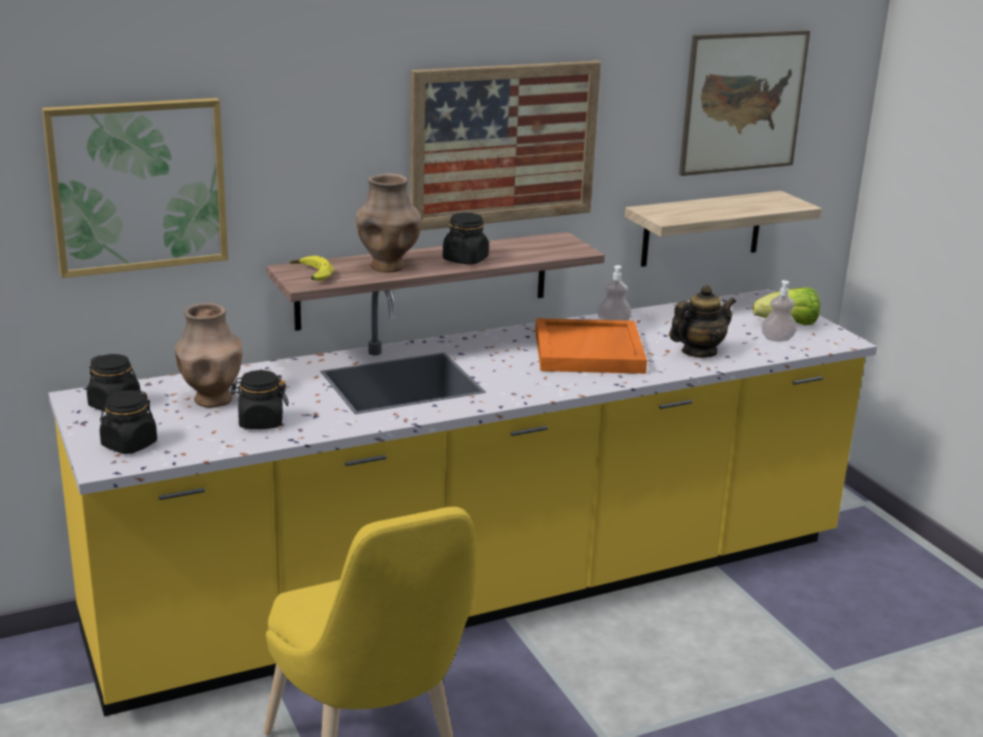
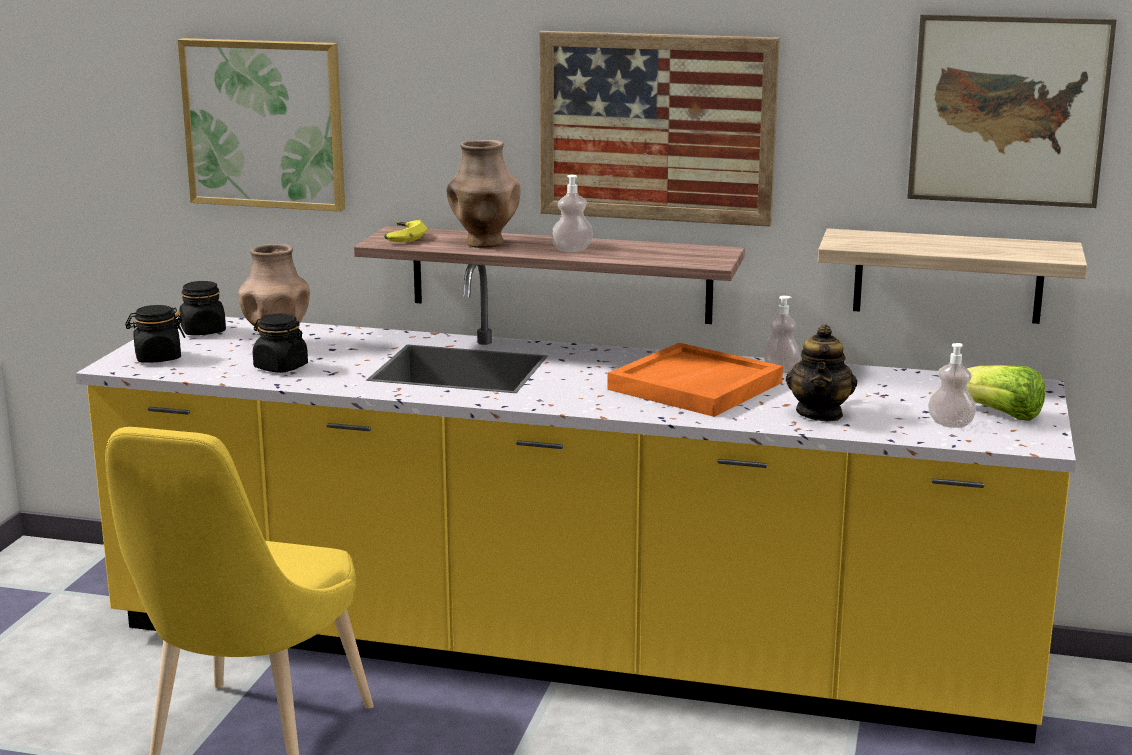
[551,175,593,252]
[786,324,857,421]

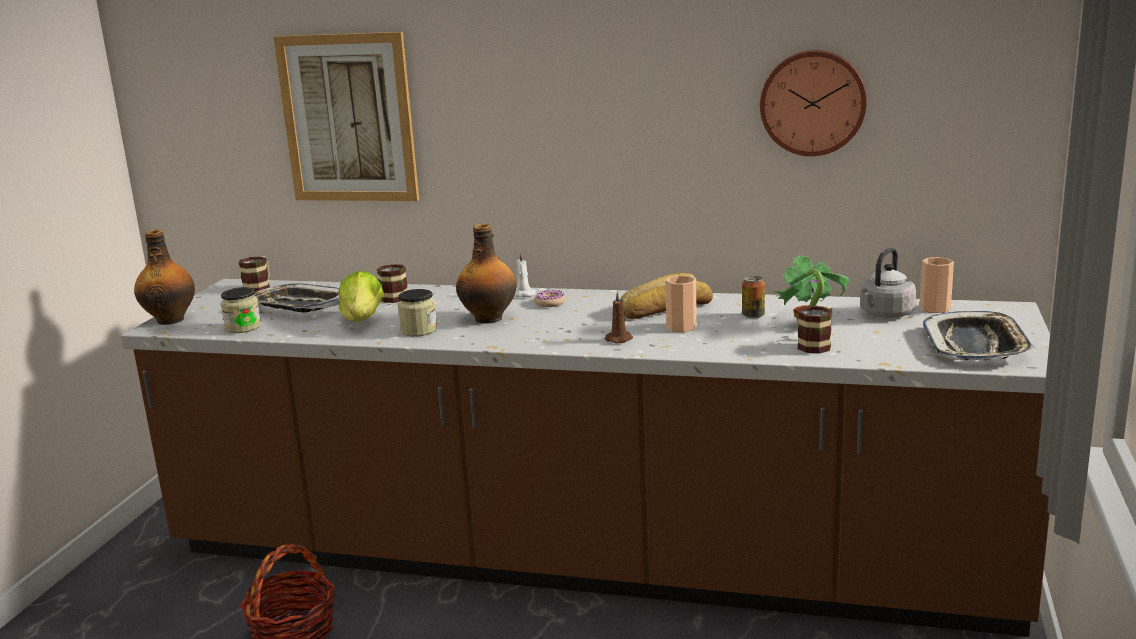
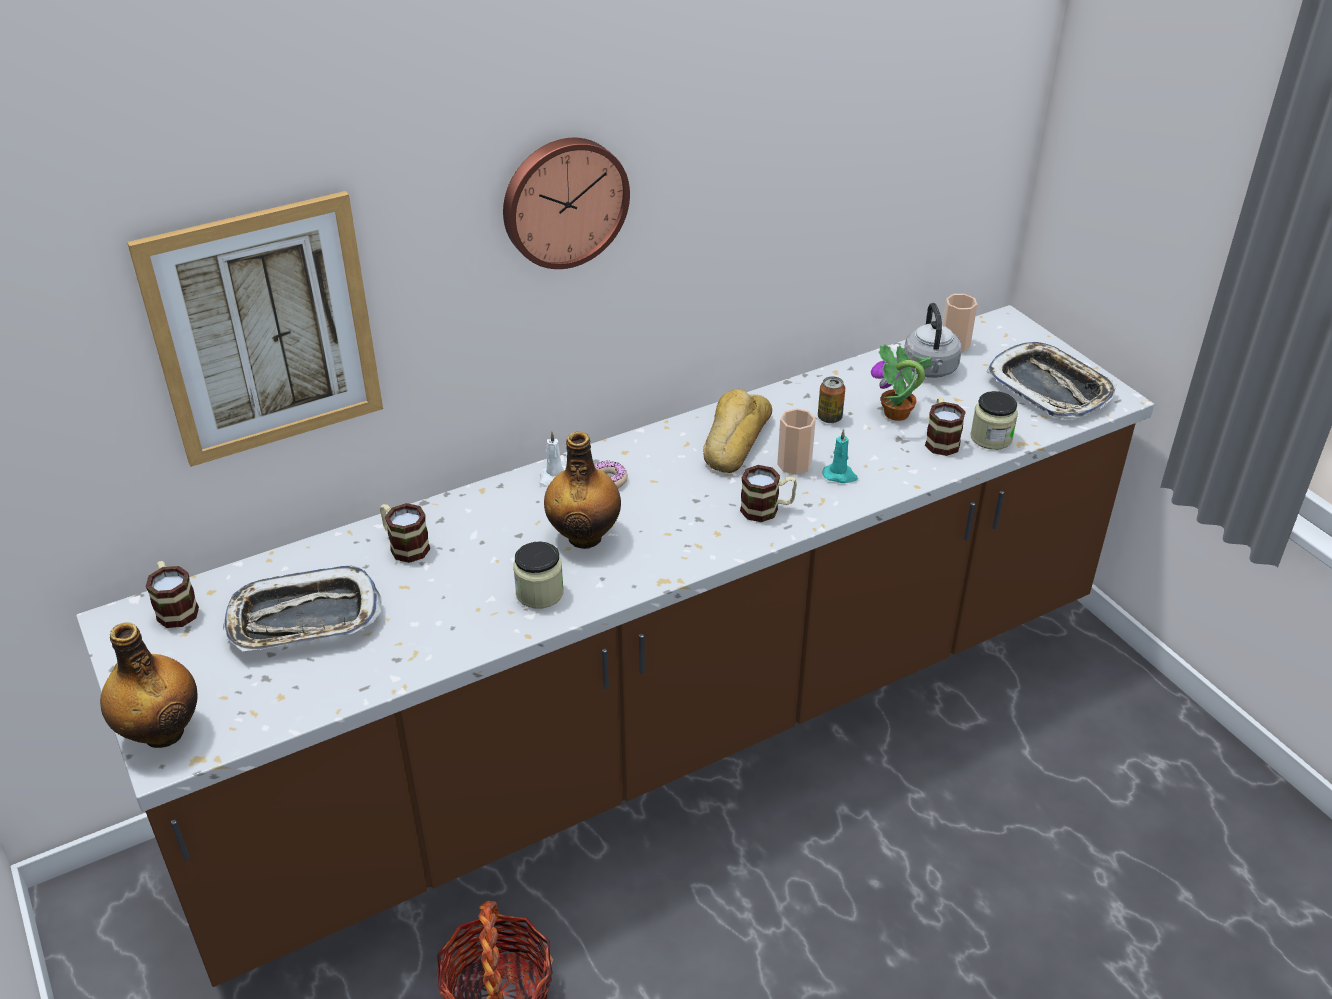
[970,391,1018,450]
[339,271,384,322] (first image)
[740,465,797,522]
[503,138,630,269]
[823,429,858,483]

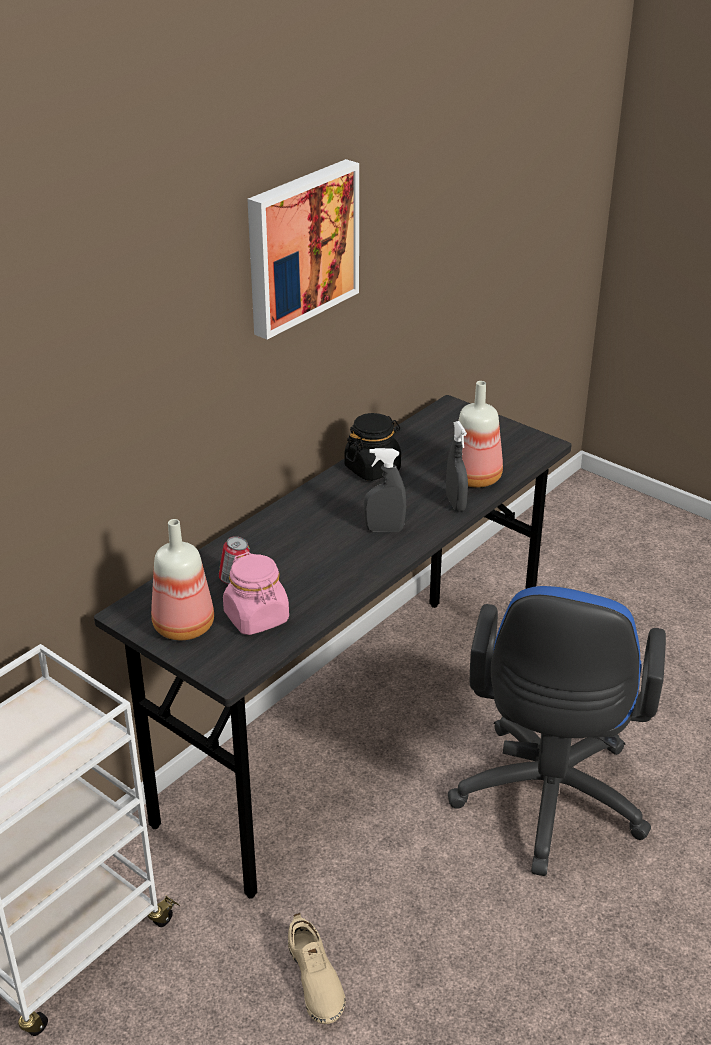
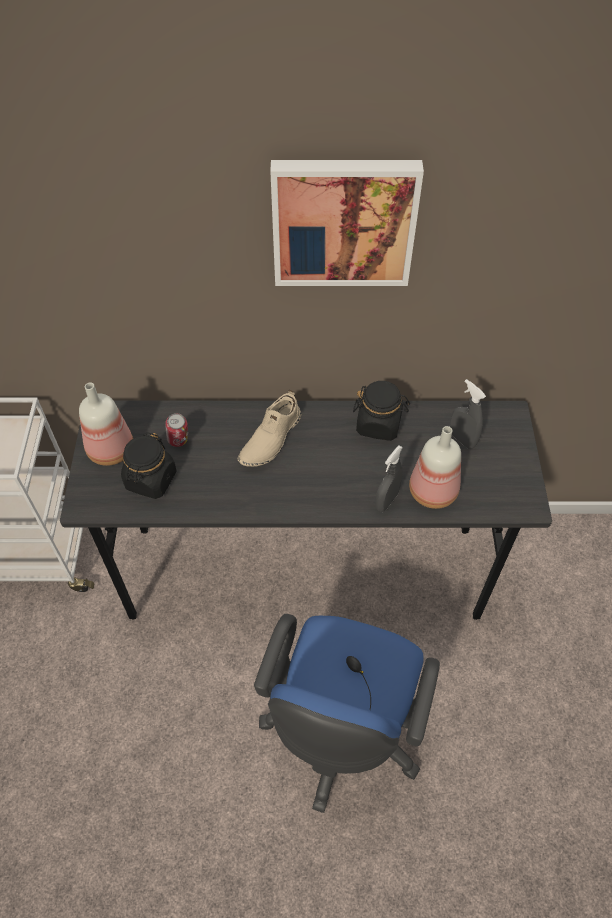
[121,432,177,499]
[238,390,301,467]
[450,379,486,449]
[254,614,440,813]

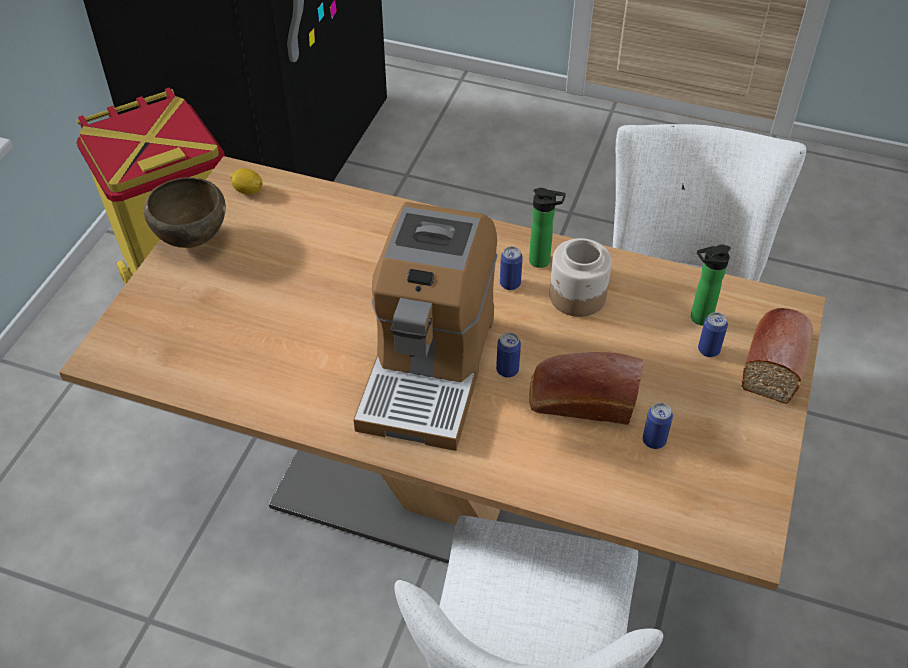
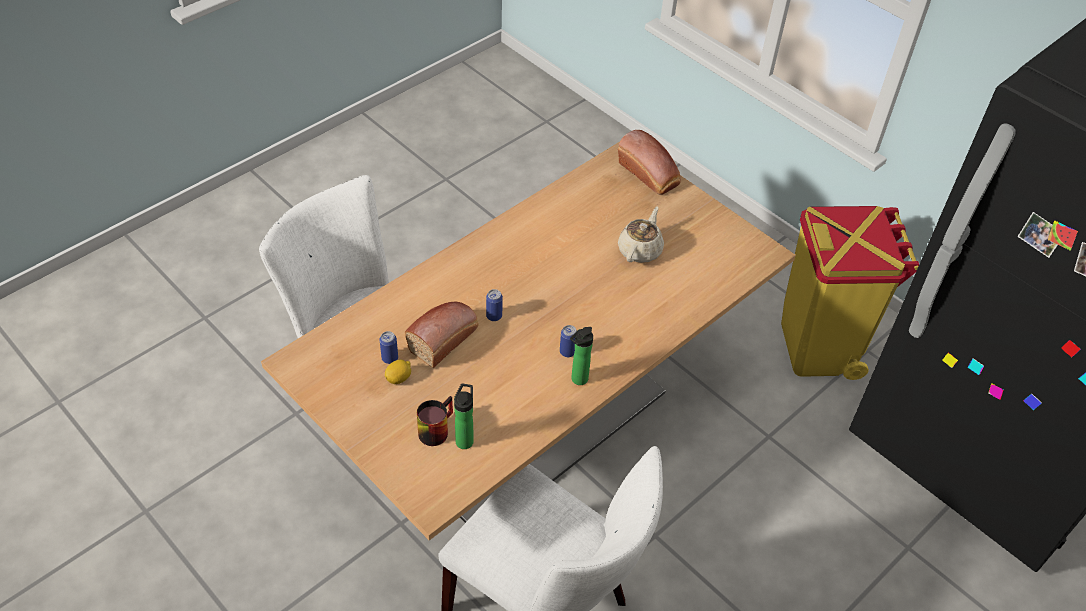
[144,177,226,248] (first image)
[385,360,411,384]
[353,202,497,451] (first image)
[549,238,612,317] (first image)
[417,396,453,446]
[618,130,681,195]
[618,206,664,263]

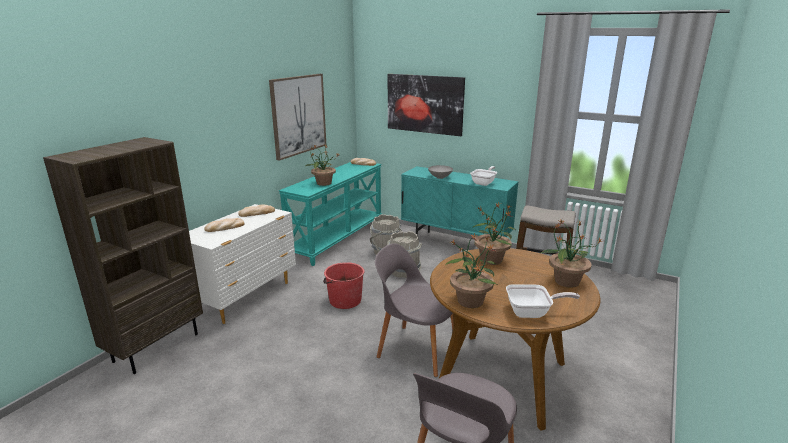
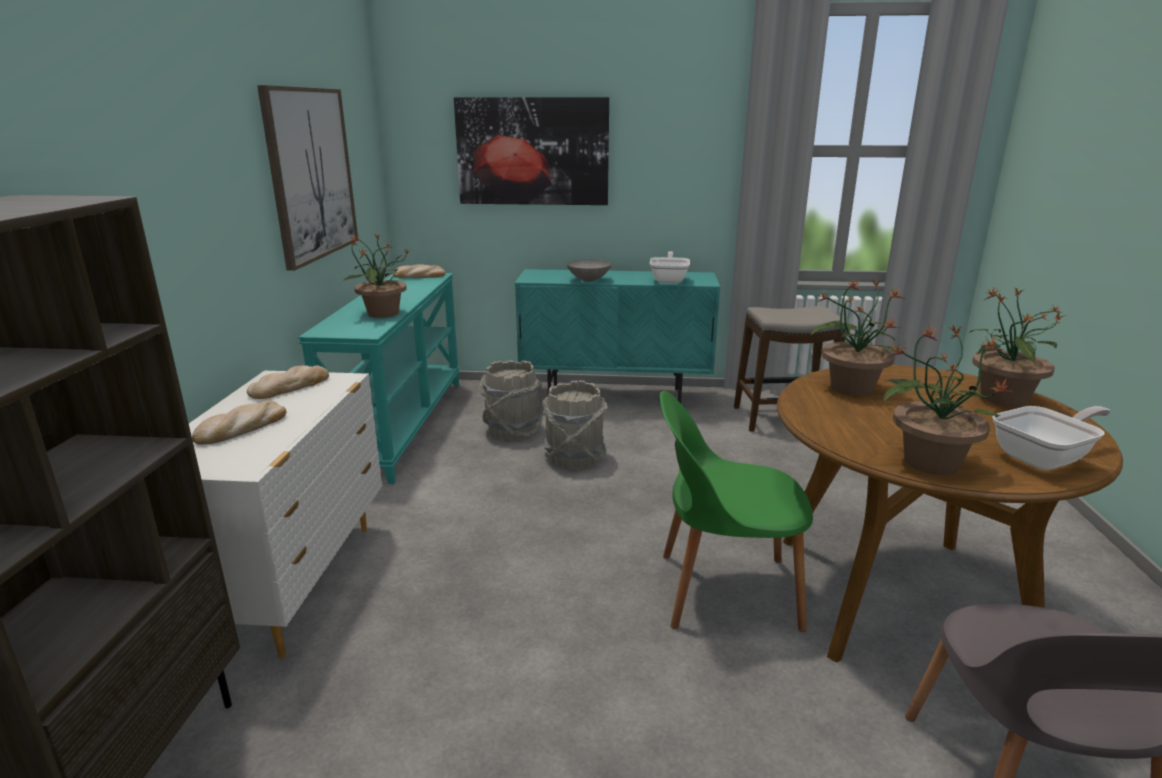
[323,262,364,309] (first image)
[660,391,813,632]

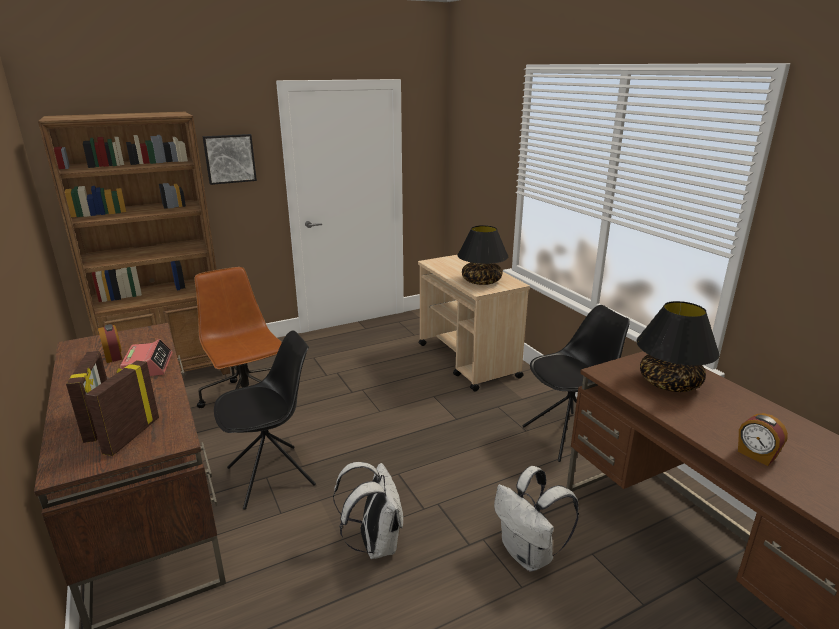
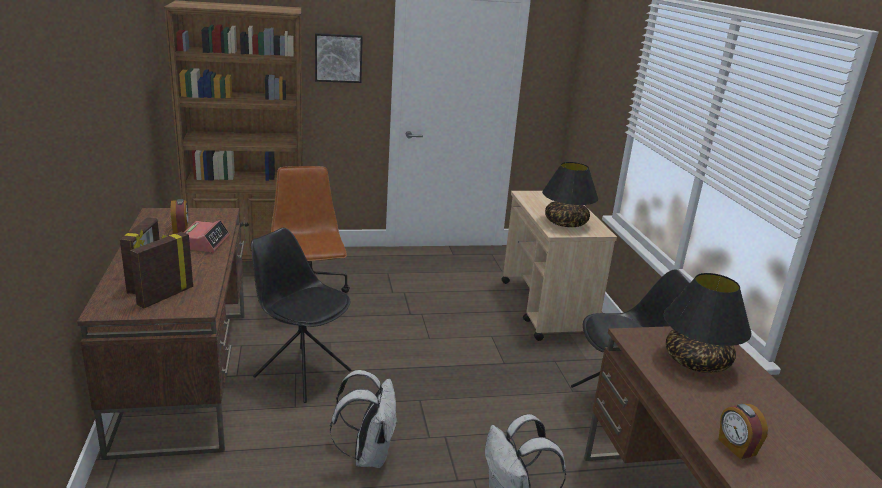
[251,228,351,403]

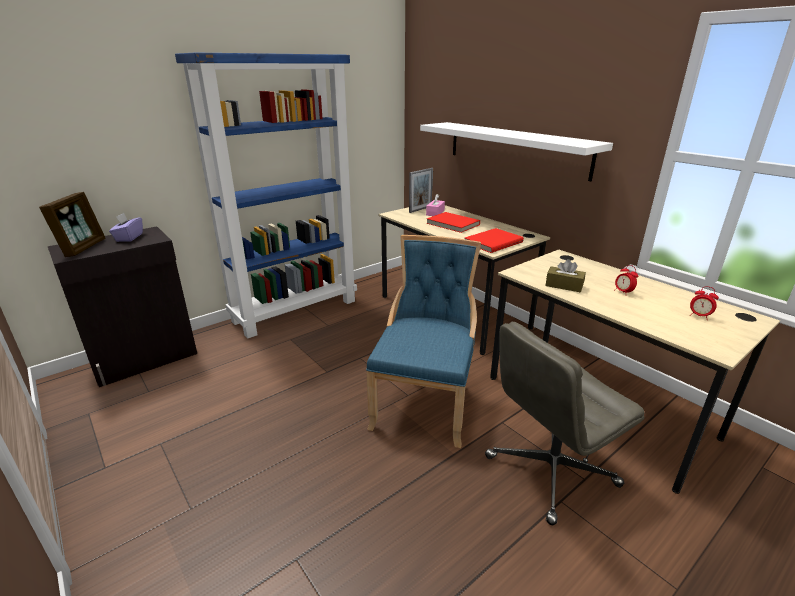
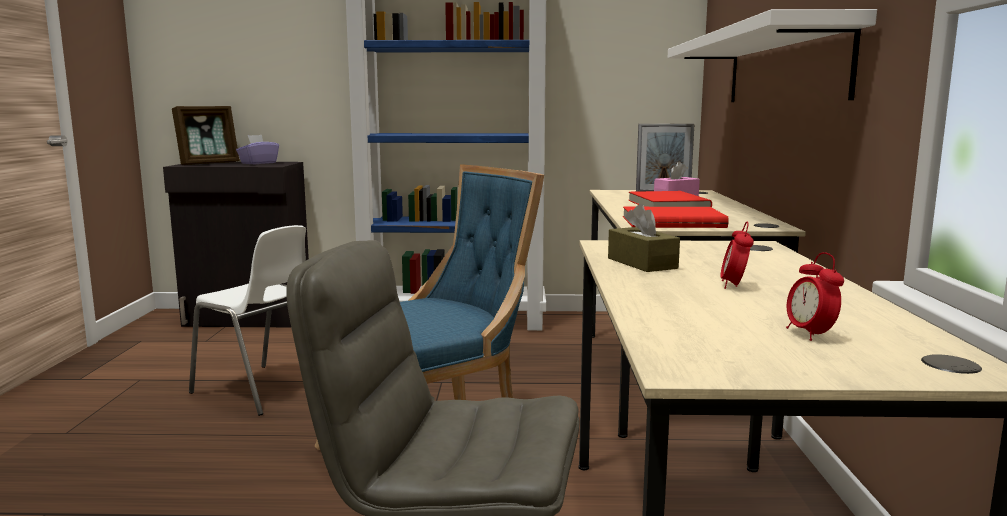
[189,225,306,416]

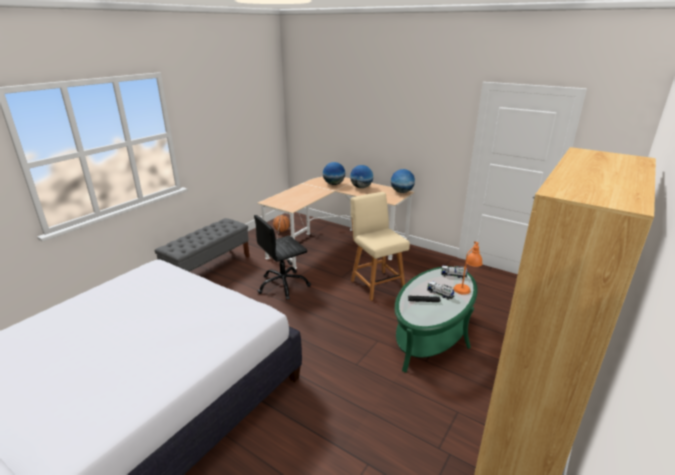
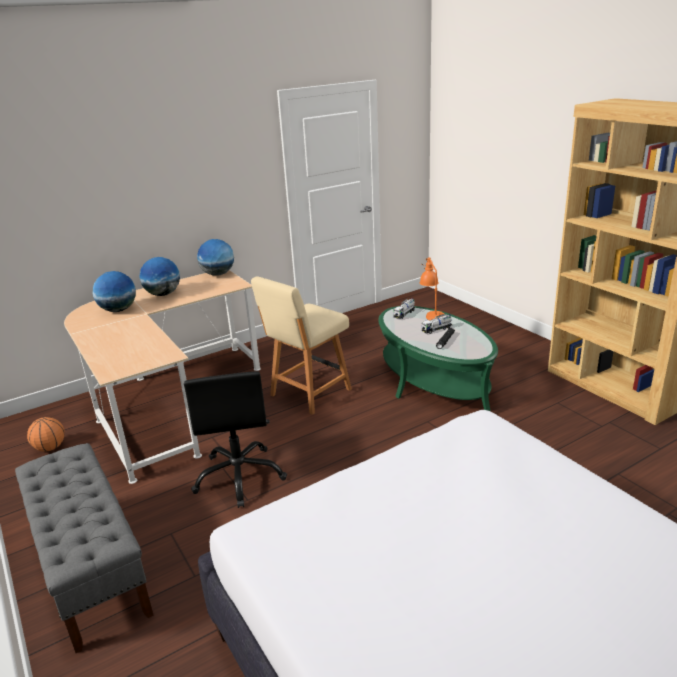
[251,276,352,415]

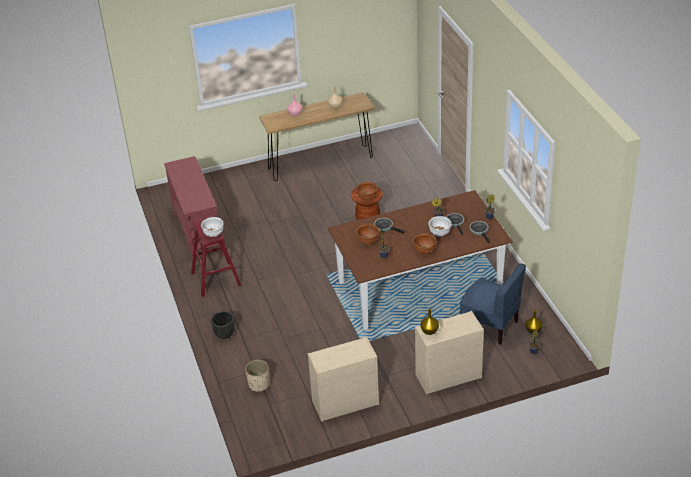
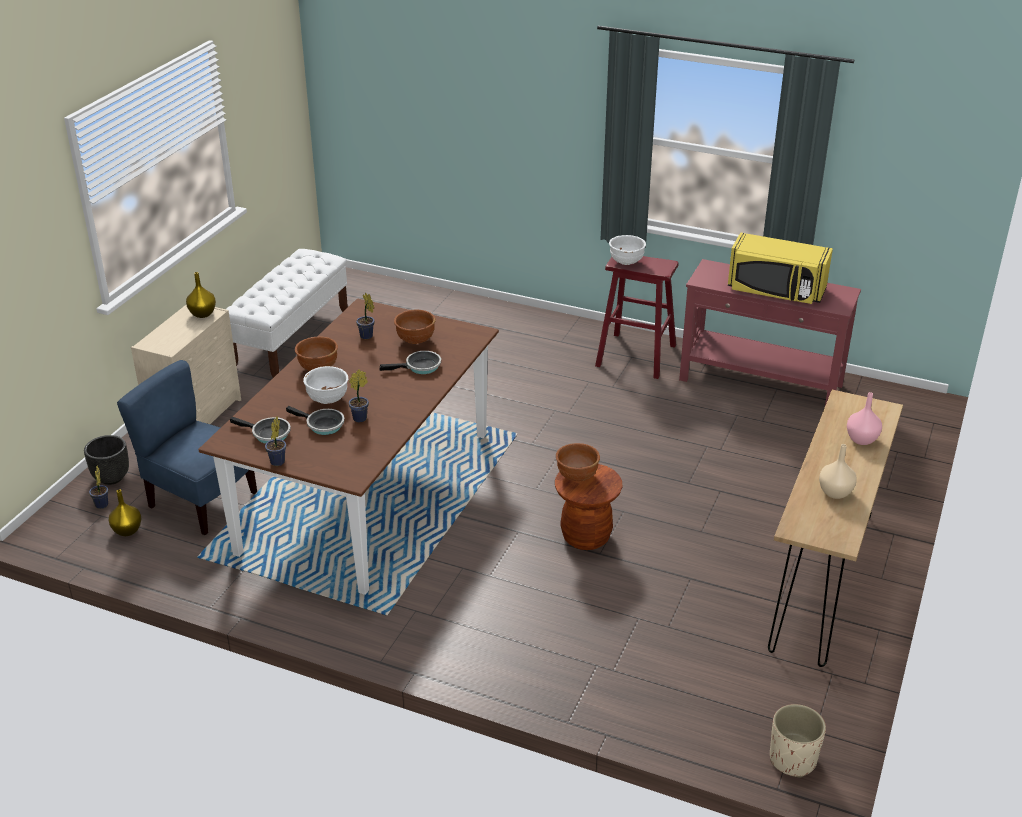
[84,435,129,485]
[770,704,826,777]
[226,249,348,378]
[117,360,257,535]
[728,233,833,304]

